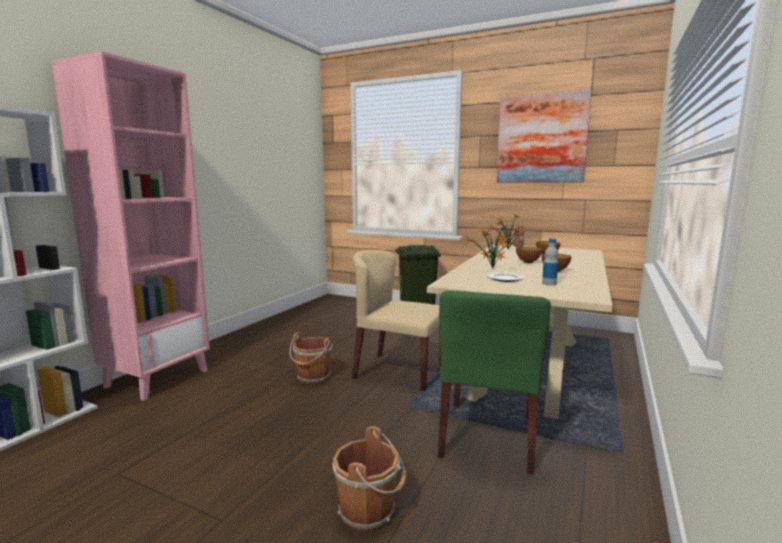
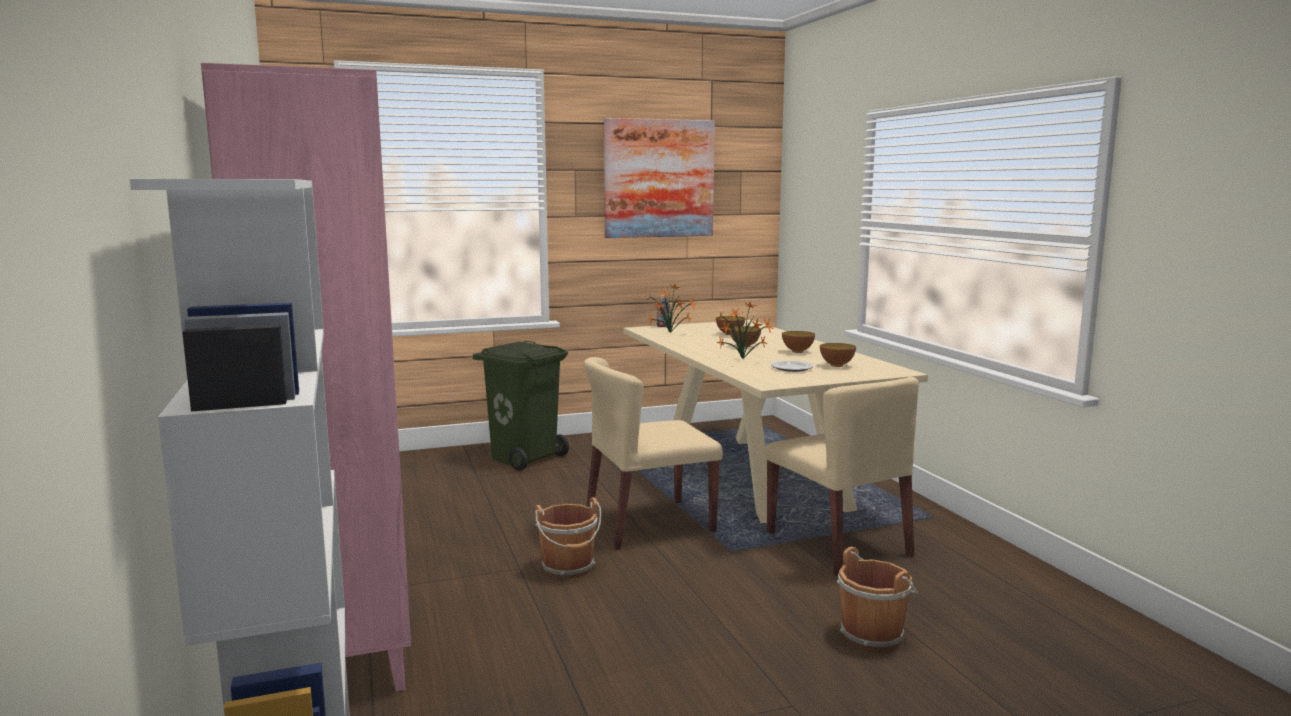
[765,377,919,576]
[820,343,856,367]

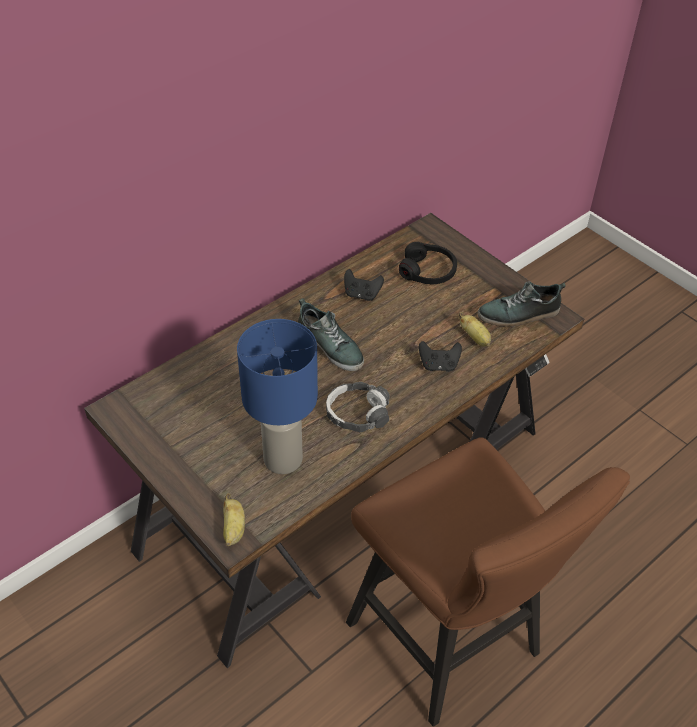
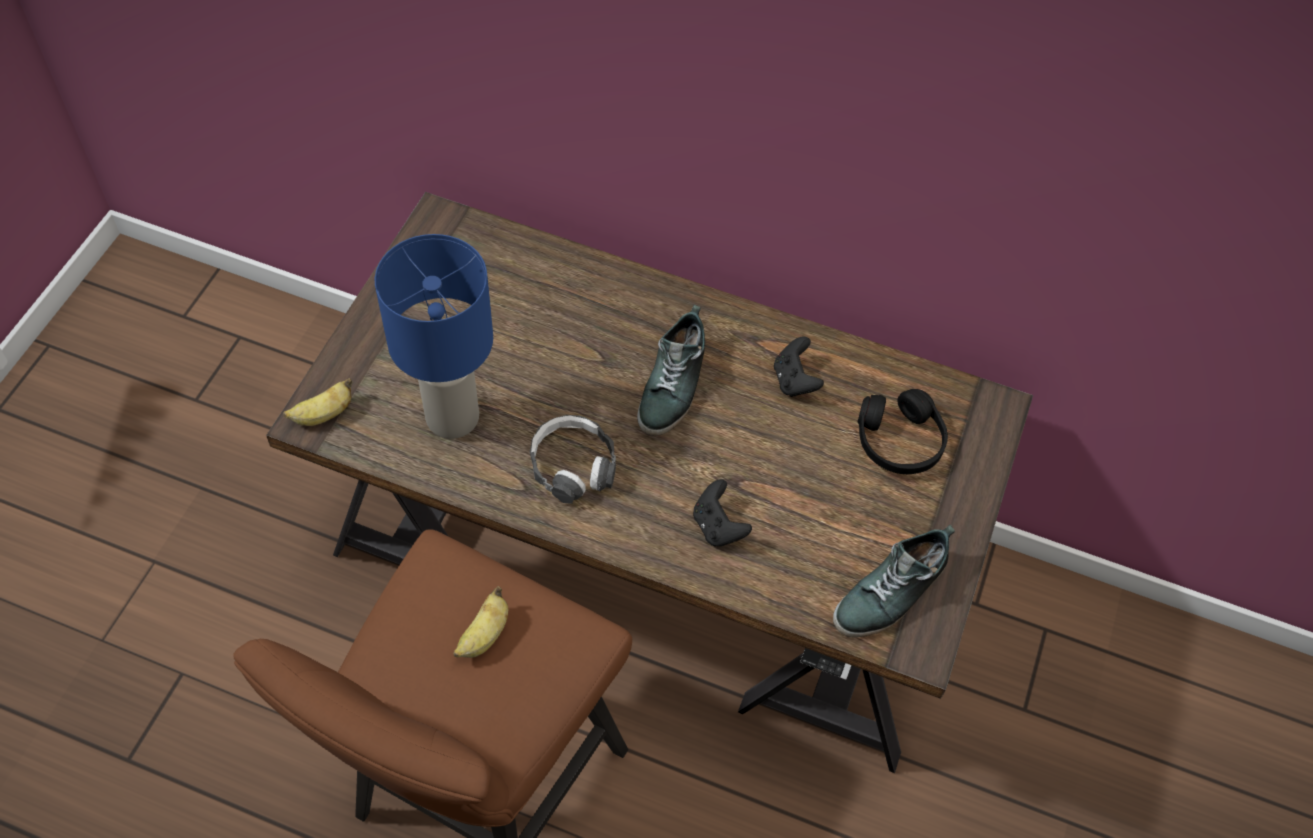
[453,586,508,658]
[833,525,955,637]

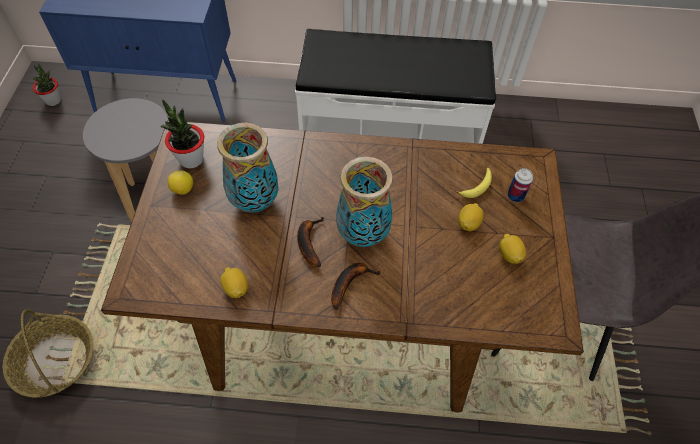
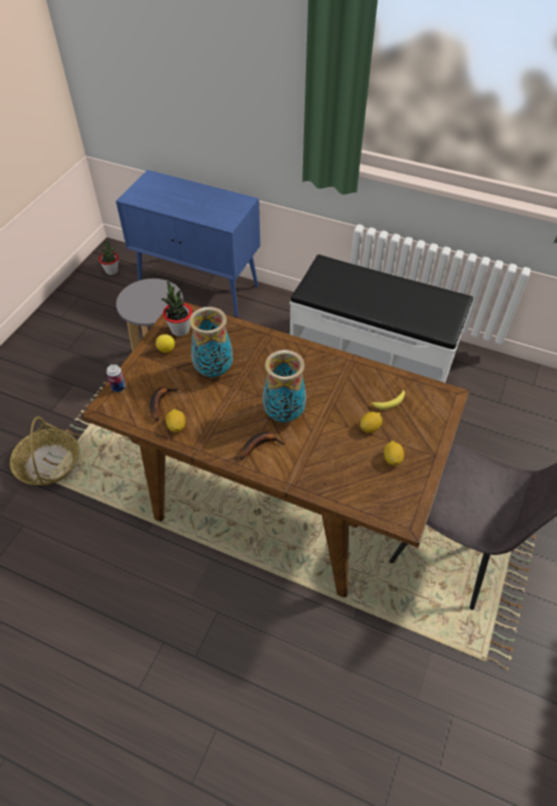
[150,387,178,421]
[106,364,126,392]

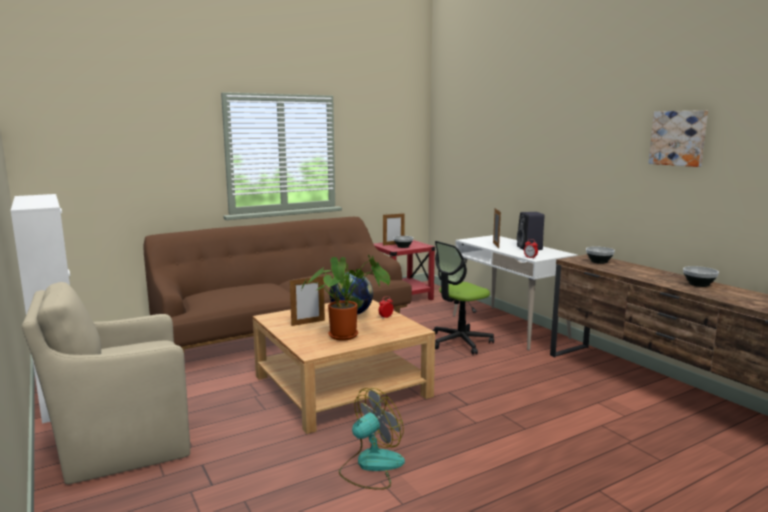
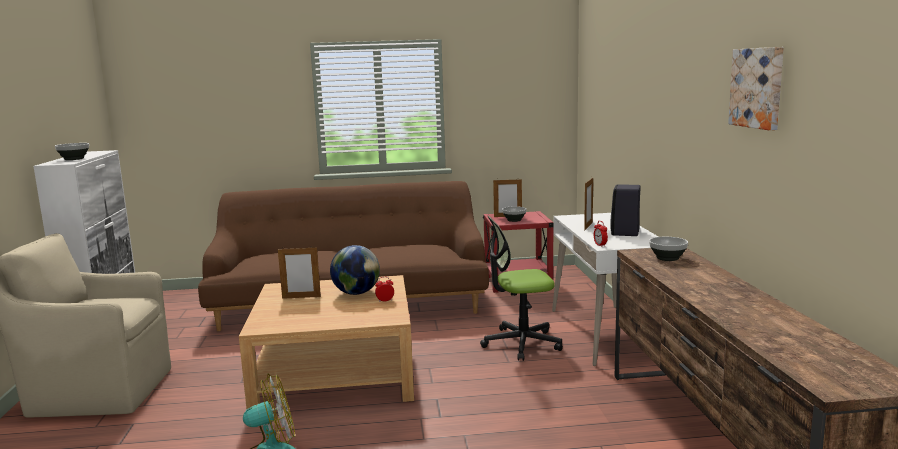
[301,255,390,341] (first image)
[55,143,89,160]

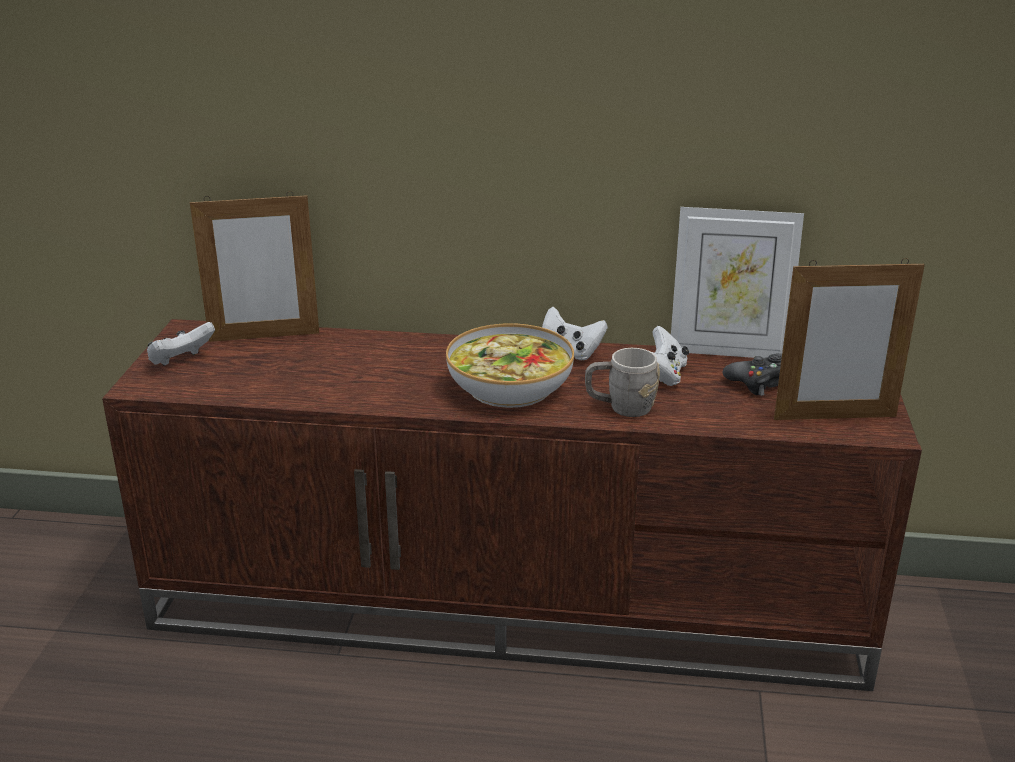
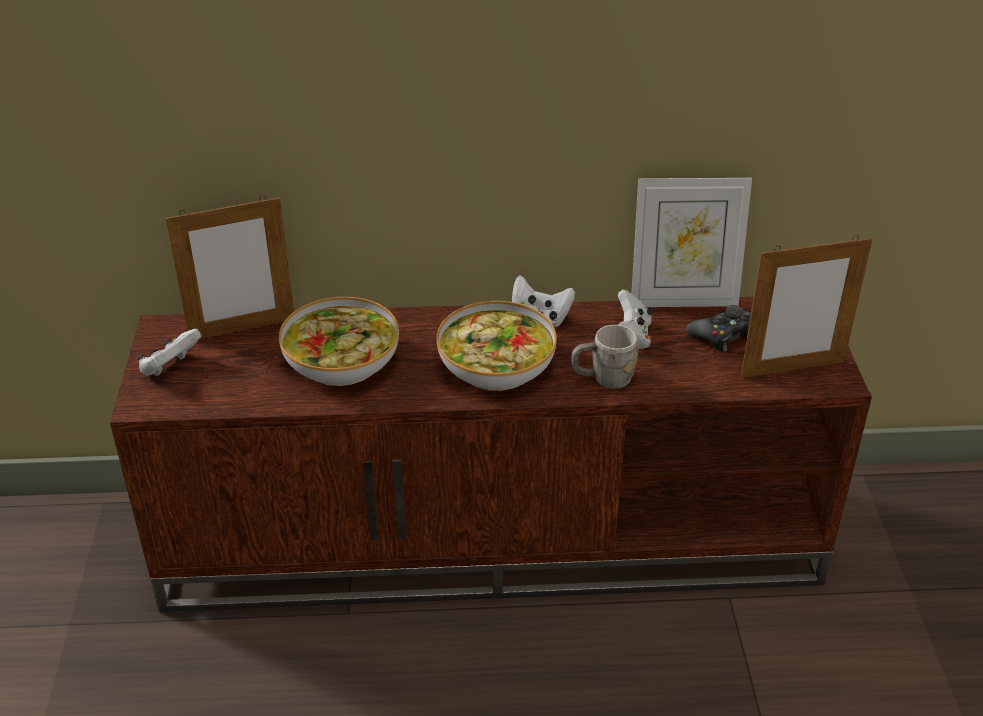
[279,297,399,386]

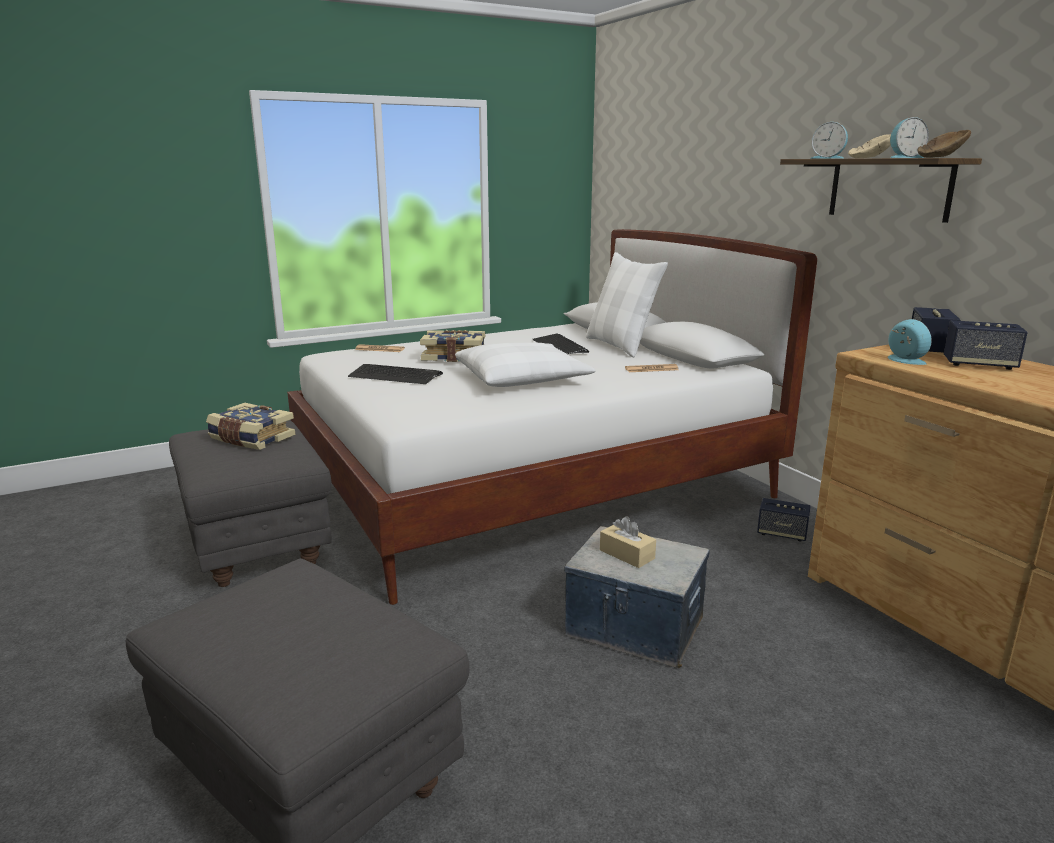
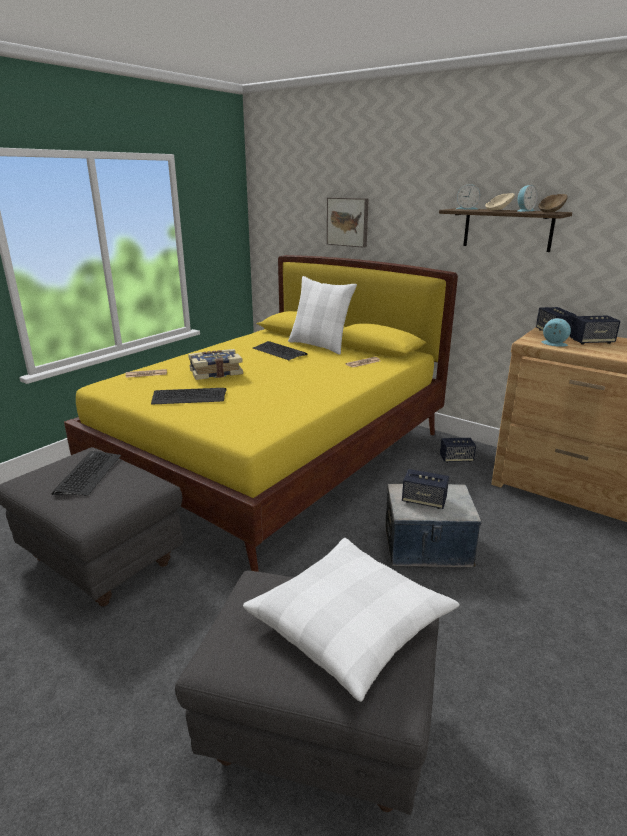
[52,451,121,496]
[64,255,458,572]
[243,538,460,702]
[402,469,449,509]
[327,197,369,248]

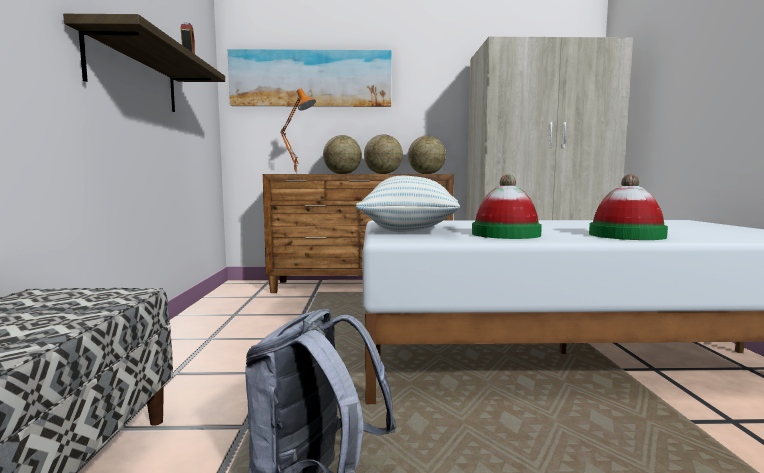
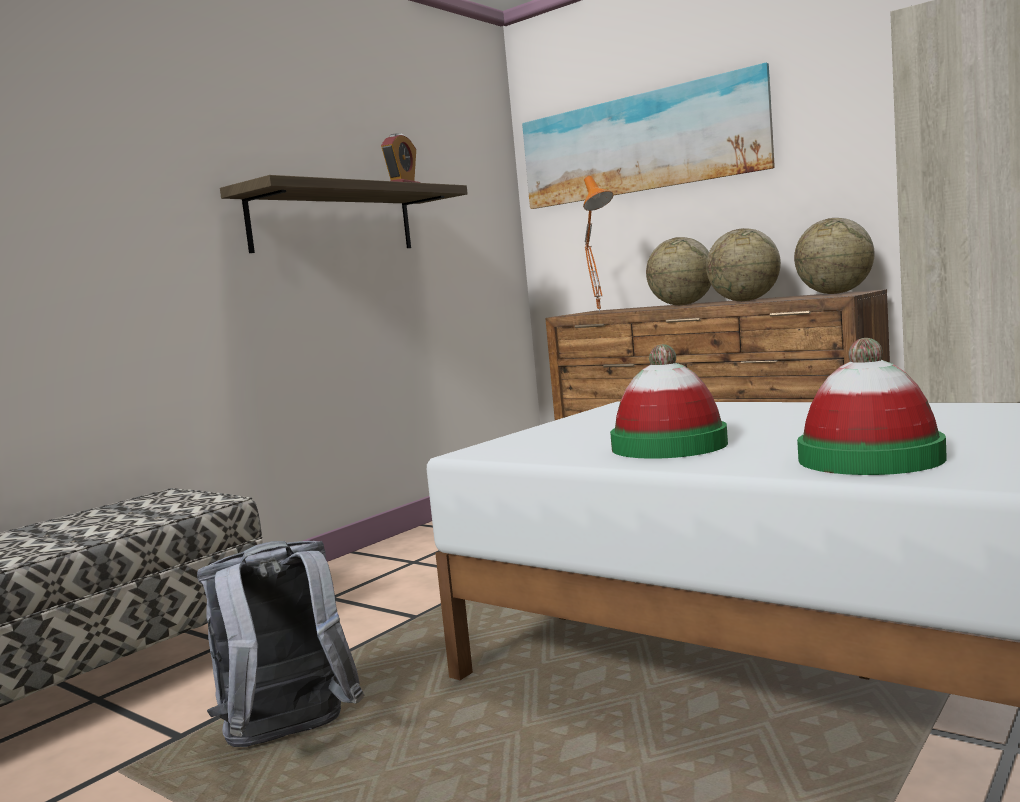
[356,176,460,232] (first image)

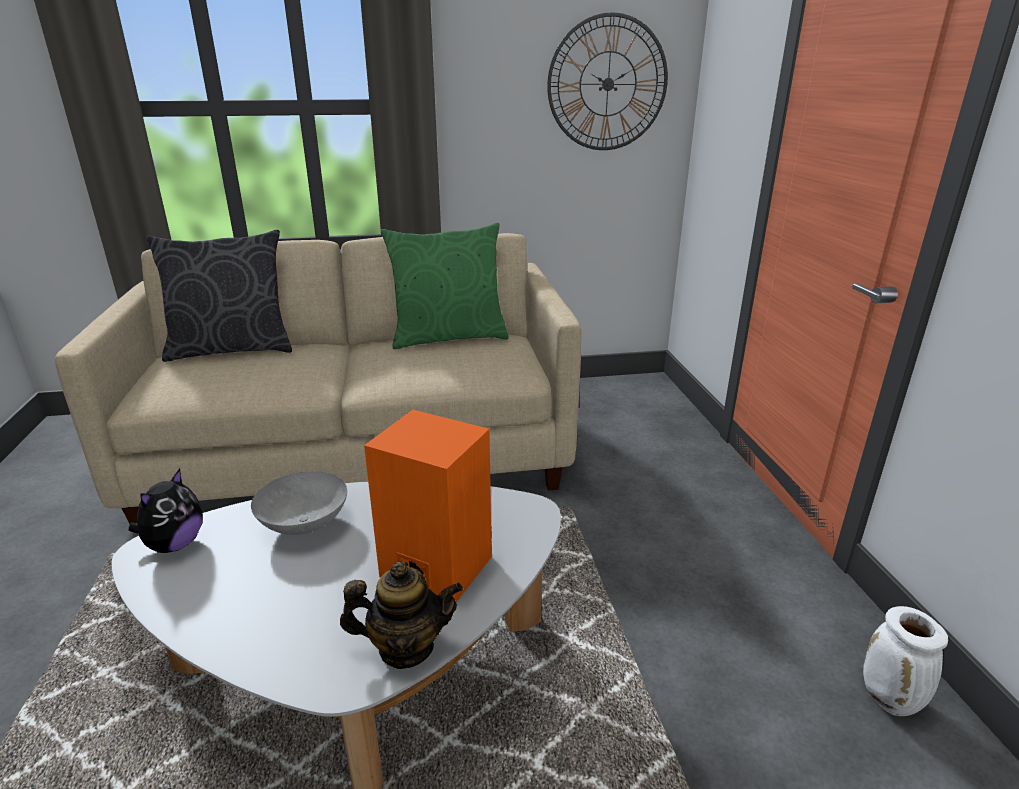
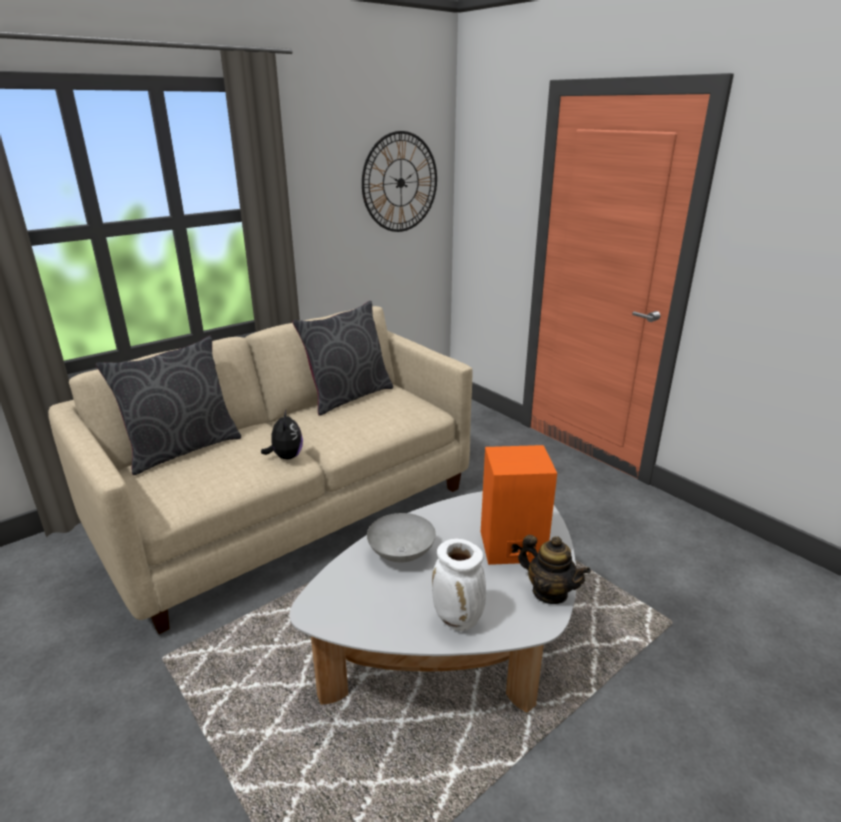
[261,410,303,460]
[518,535,591,604]
[293,301,393,416]
[432,539,486,631]

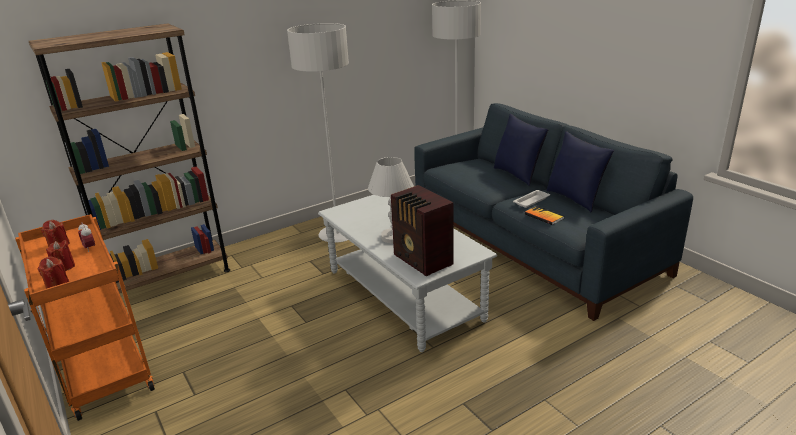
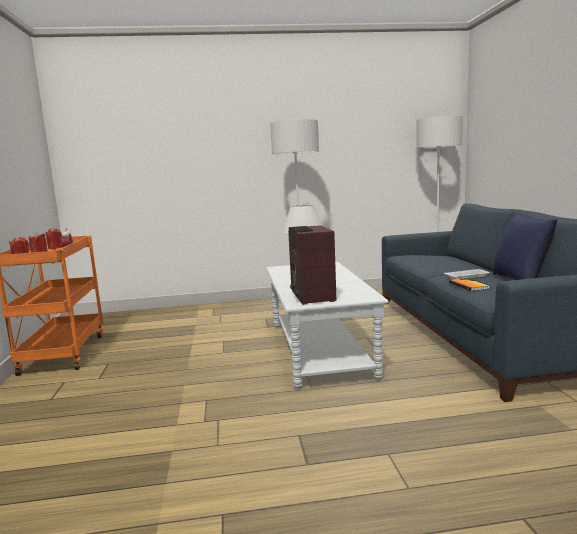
[29,23,230,293] (first image)
[494,114,548,186] (first image)

